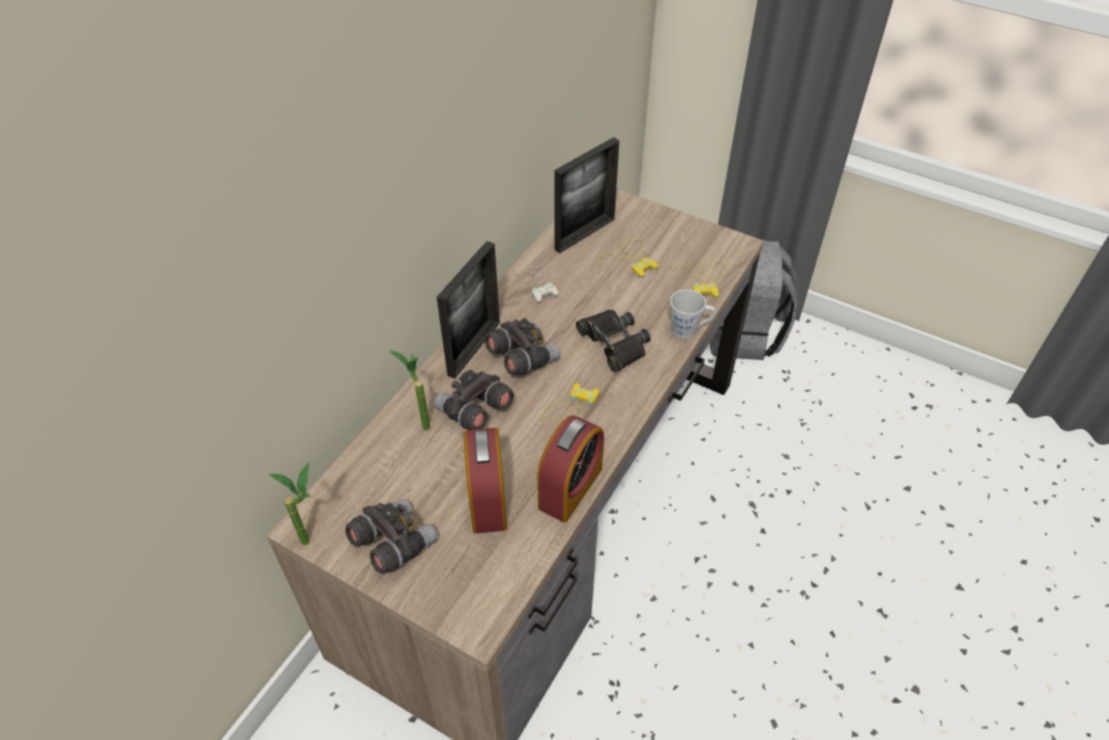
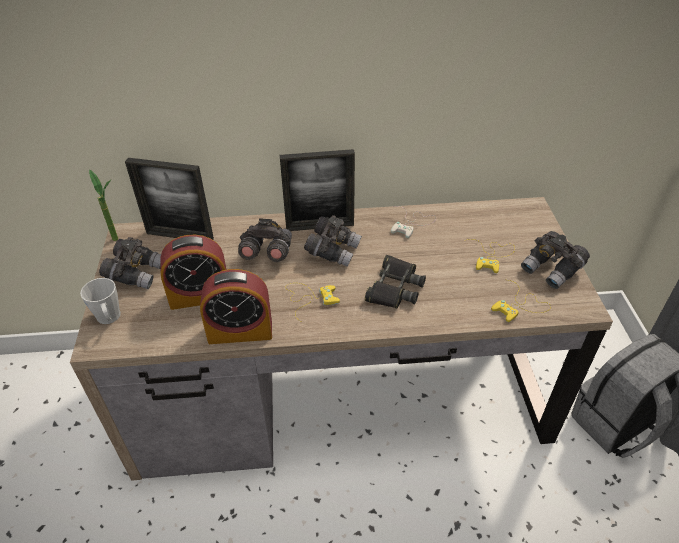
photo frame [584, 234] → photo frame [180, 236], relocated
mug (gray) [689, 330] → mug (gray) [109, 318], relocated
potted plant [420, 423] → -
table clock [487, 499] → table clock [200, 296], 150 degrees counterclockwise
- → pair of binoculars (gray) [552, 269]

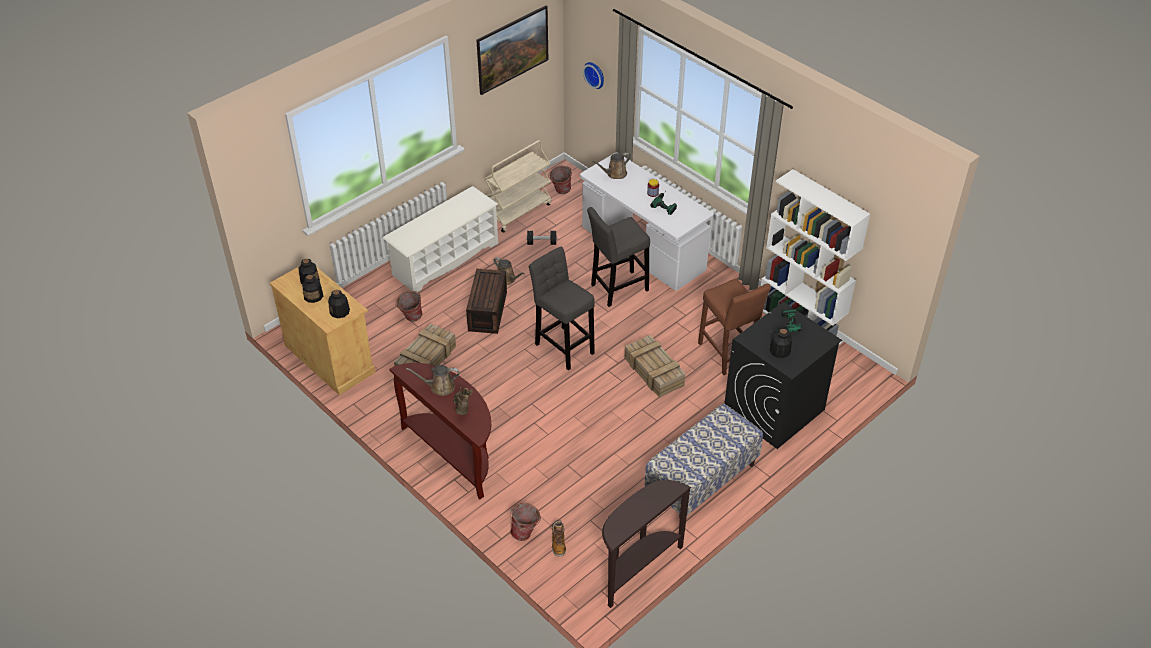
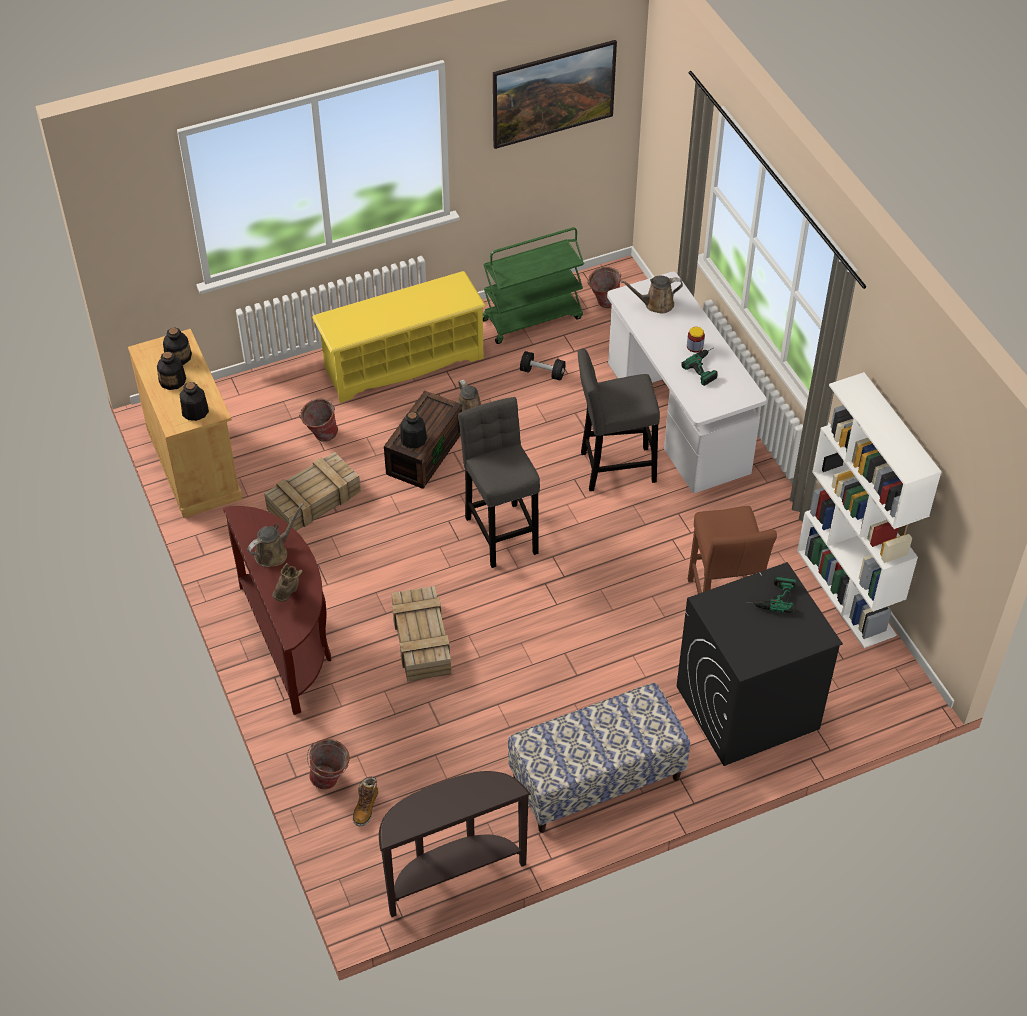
hanging clock [595, 74] → -
wheeled cart (beige) [518, 211] → wheeled cart (green) [532, 318]
shoe stand (white-coloured) [445, 259] → shoe stand (yellow-coloured) [403, 363]
bottle [779, 351] → bottle [413, 439], relocated
shipping crate [654, 372] → shipping crate [422, 642], relocated
sprinkling can (brown) [439, 387] → sprinkling can (brown) [274, 552], 120 degrees clockwise

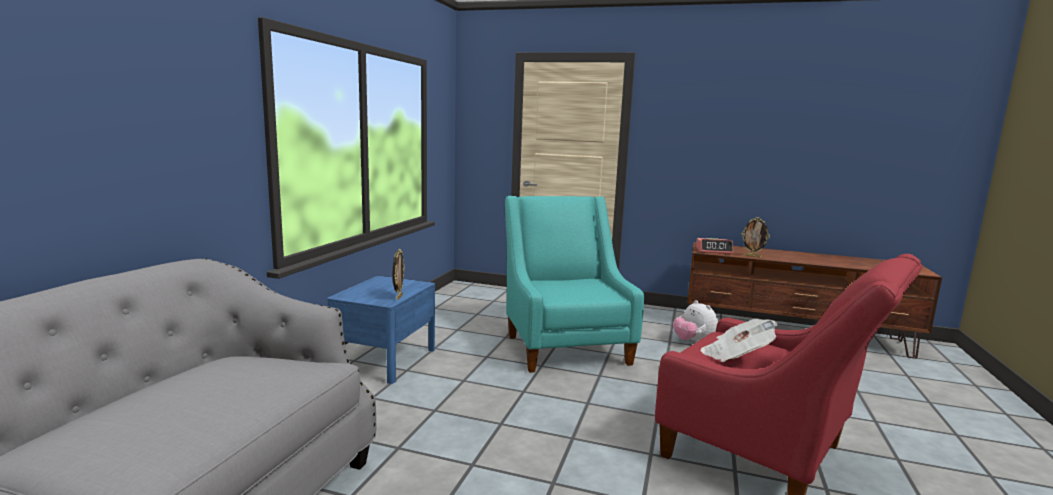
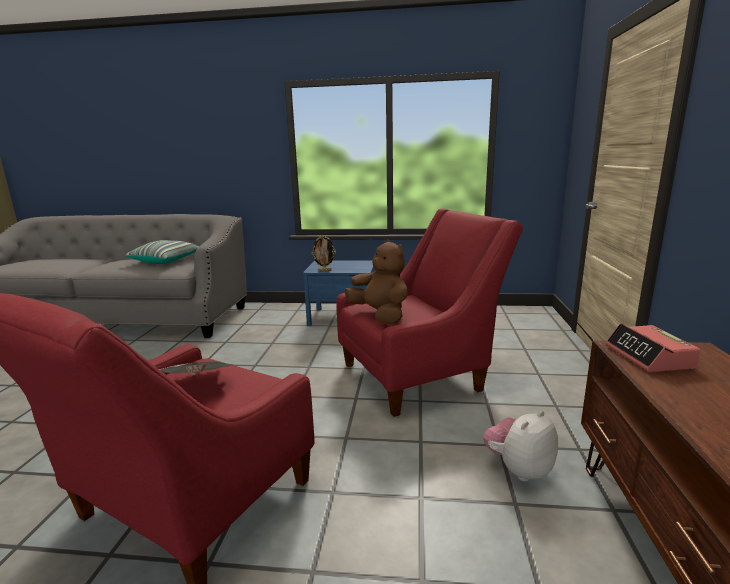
easy chair (turquoise) [564, 346] → easy chair (red) [420, 374]
photo frame [752, 256] → -
- → cuddly toy (brown) [380, 315]
- → cushion [166, 261]

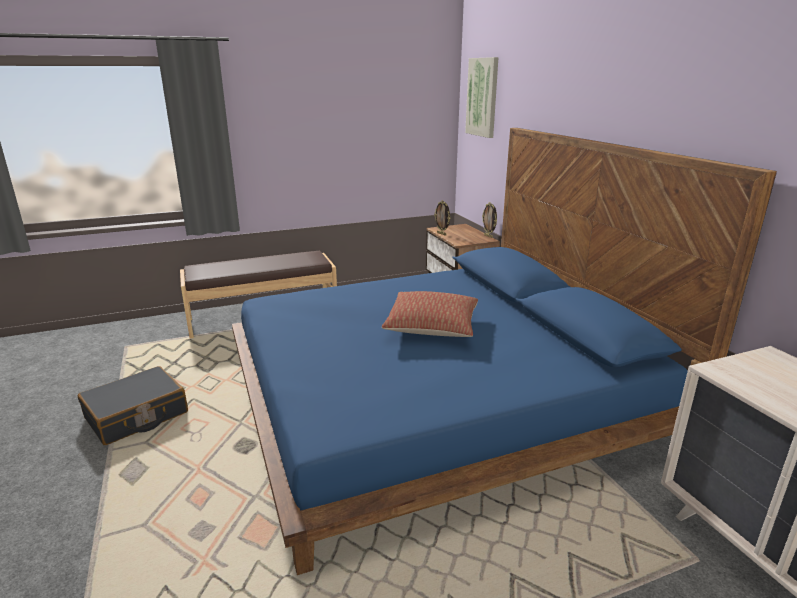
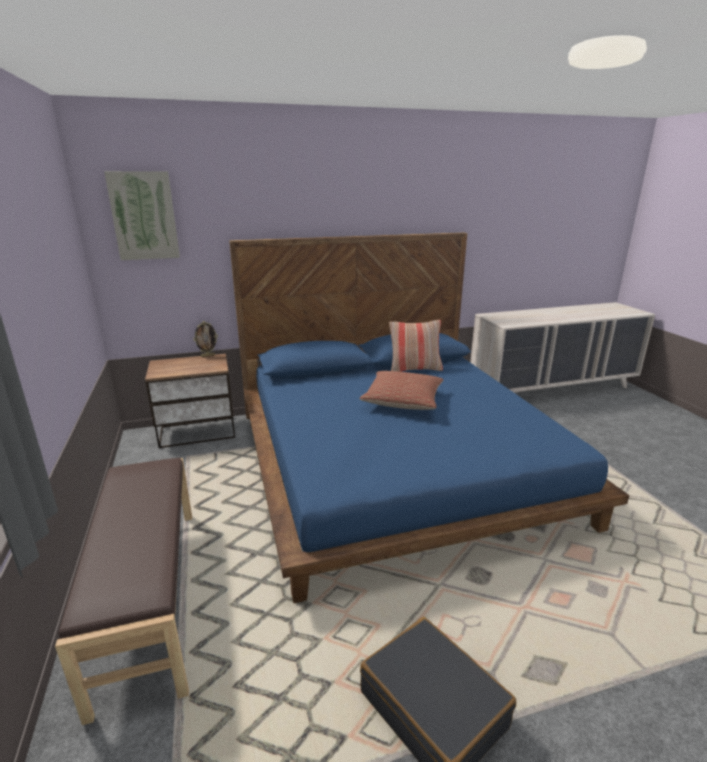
photo frame [442, 234] → -
- → cushion [415, 369]

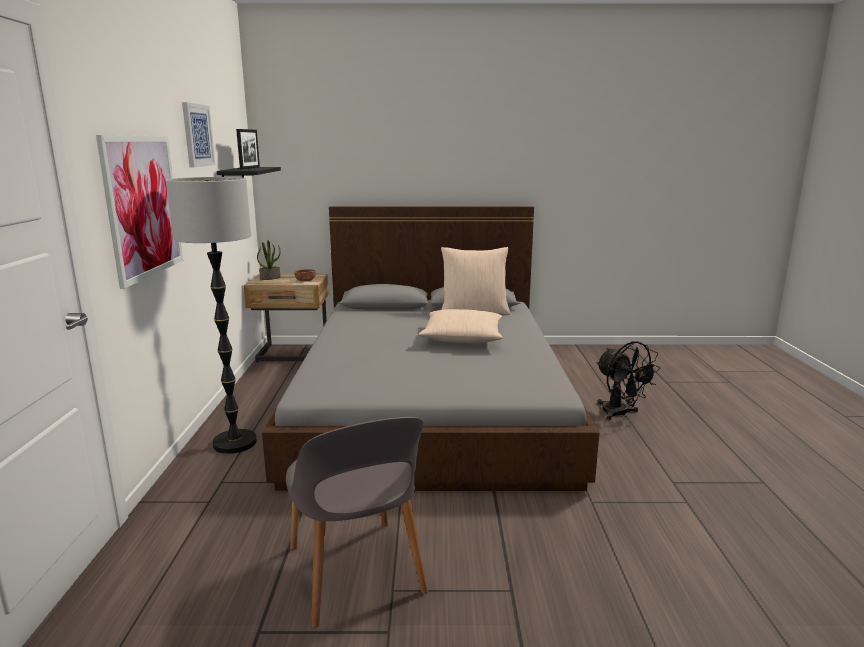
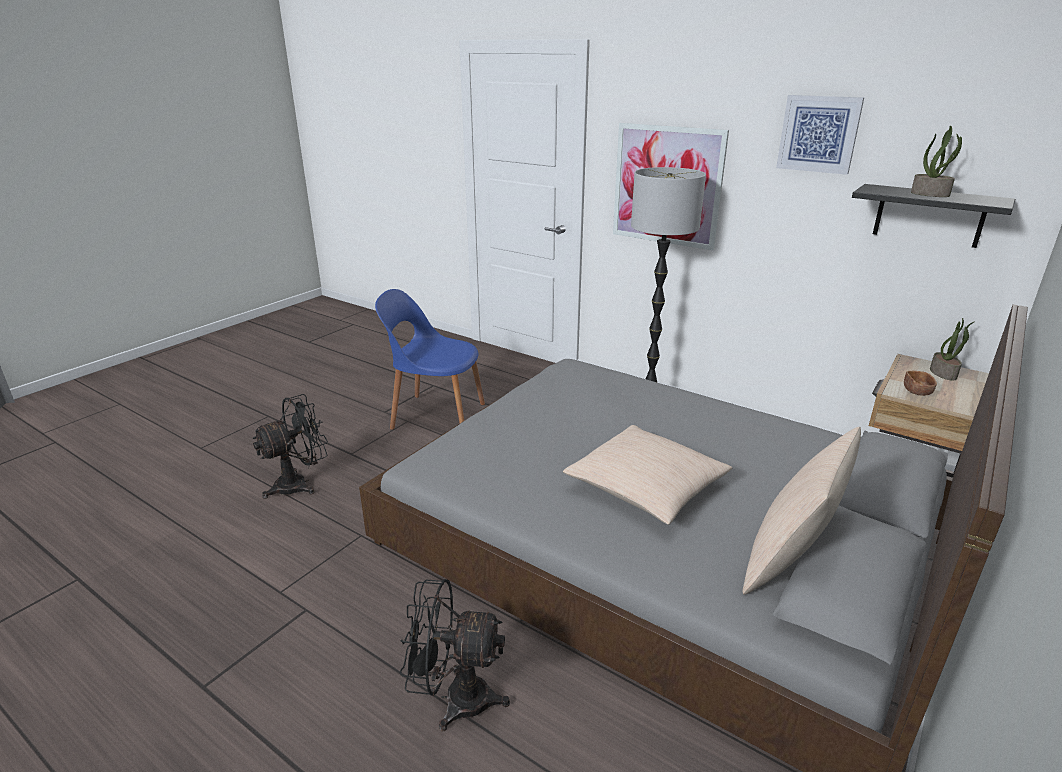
photo frame [250, 168] → potted plant [930, 194]
upright chair (gray) [356, 572] → upright chair (blue) [435, 415]
- → electric fan (blackish) [299, 484]

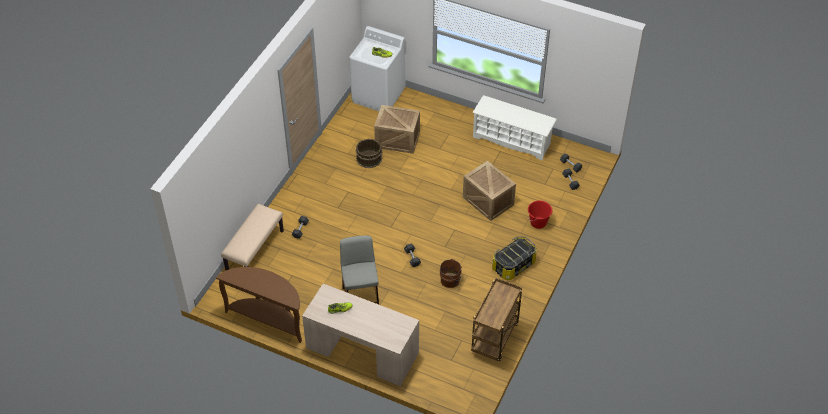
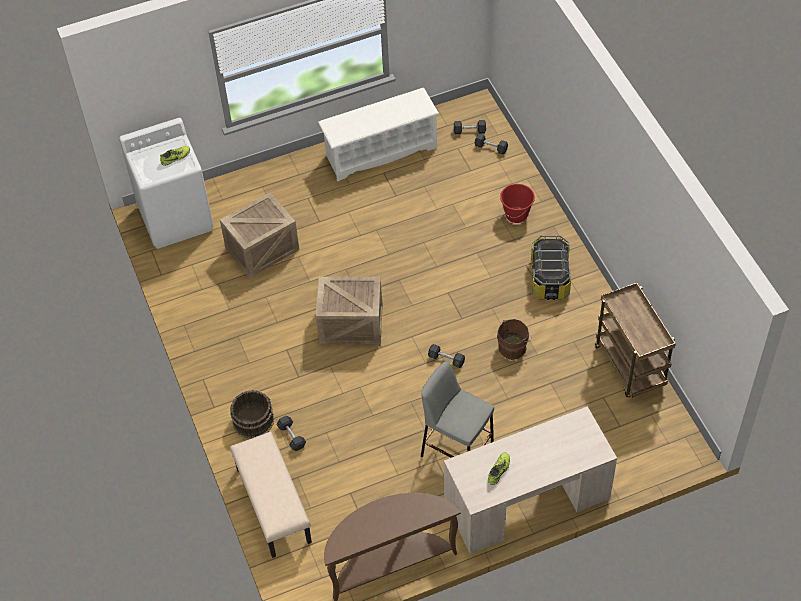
water bucket (brown) [369, 158] → water bucket (brown) [253, 420], relocated
shipping crate [489, 201] → shipping crate [352, 323], relocated

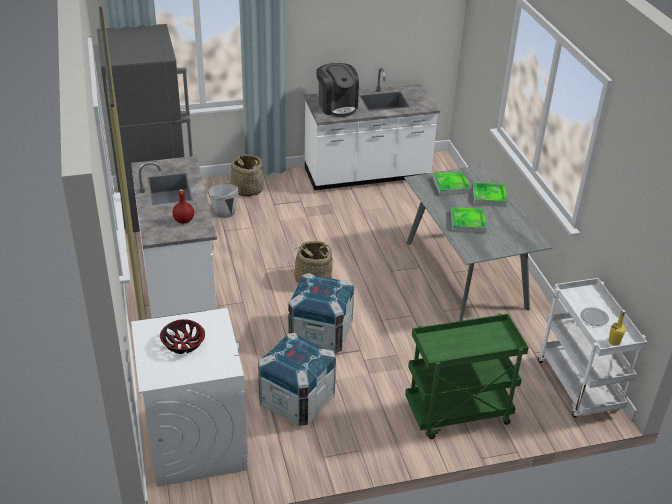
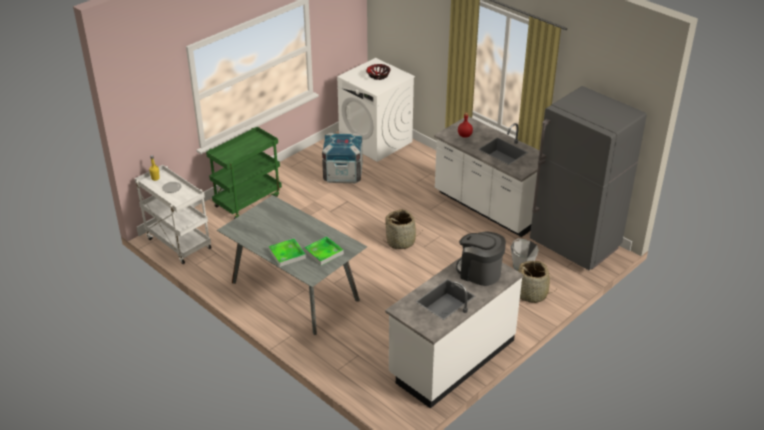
tray [468, 222] → -
shipping crate [320, 335] → -

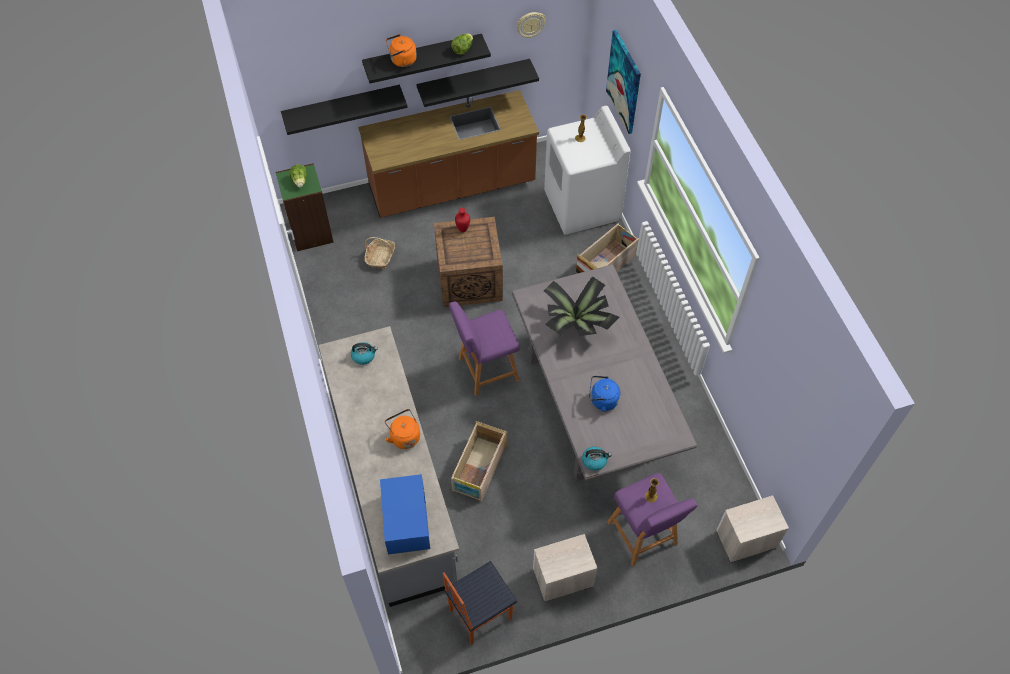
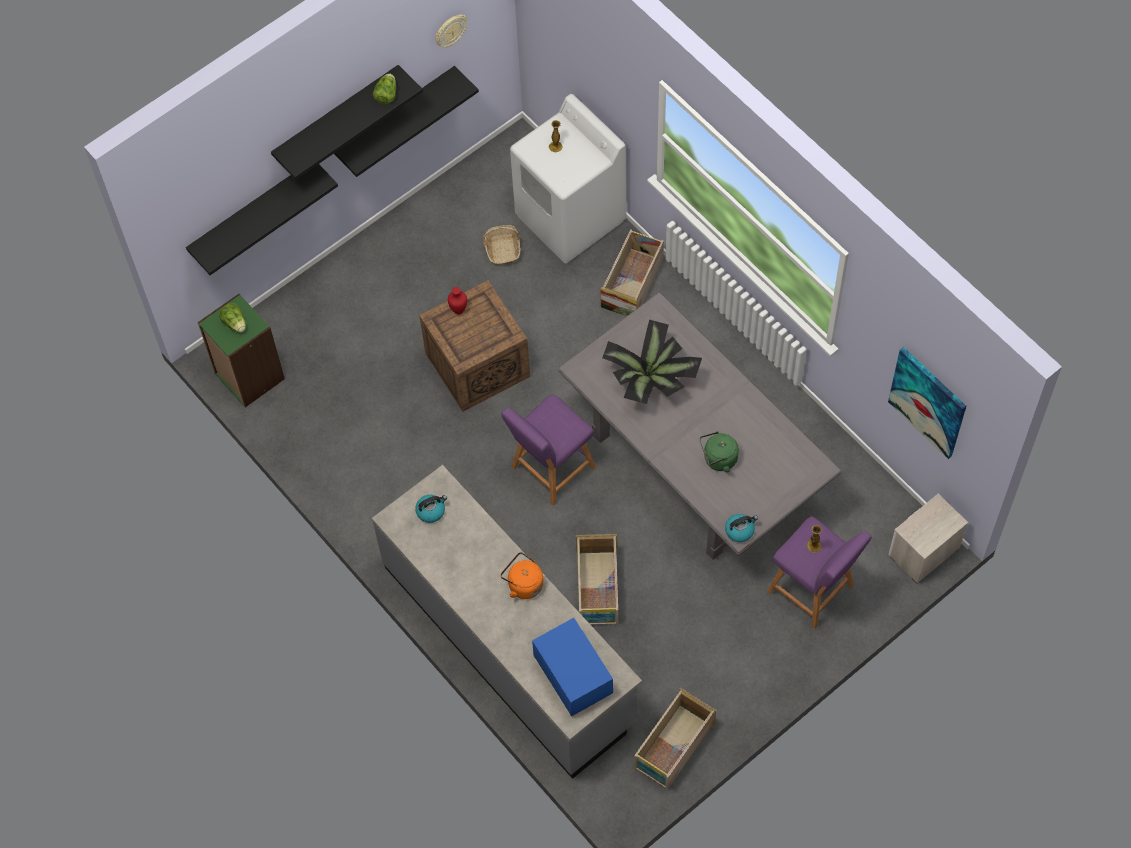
picture [624, 82] → picture [928, 402], relocated
tea kettle (orangey) [402, 61] → -
kitchen counter (brown) [452, 186] → -
storage basket [380, 257] → storage basket [503, 249], relocated
tea kettle (blue) [602, 400] → tea kettle (green) [718, 459]
bedside table [561, 578] → -
upright chair [479, 614] → shipping crate [673, 746]

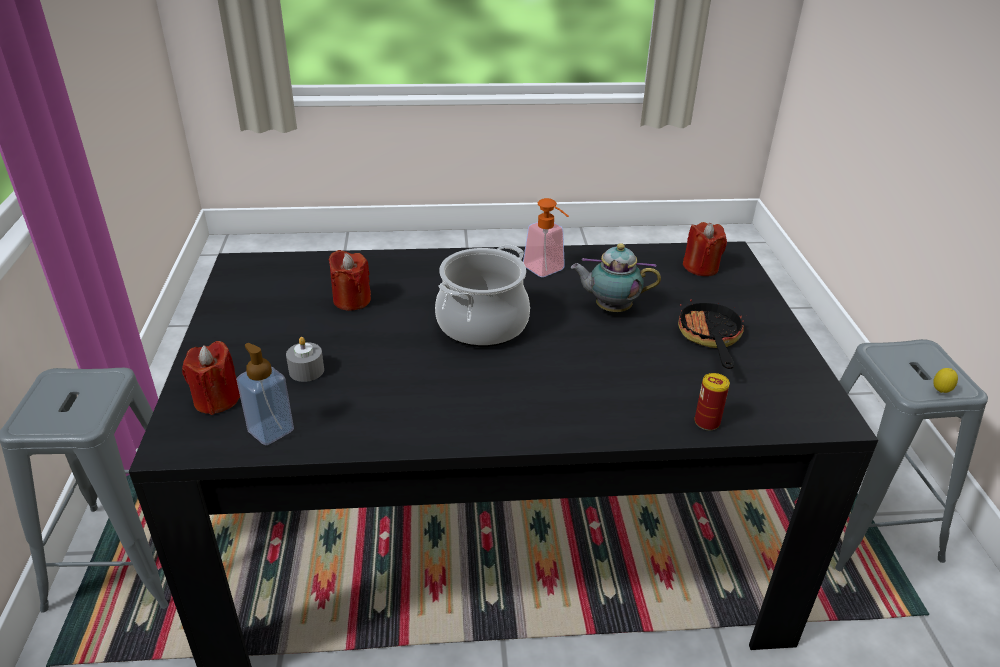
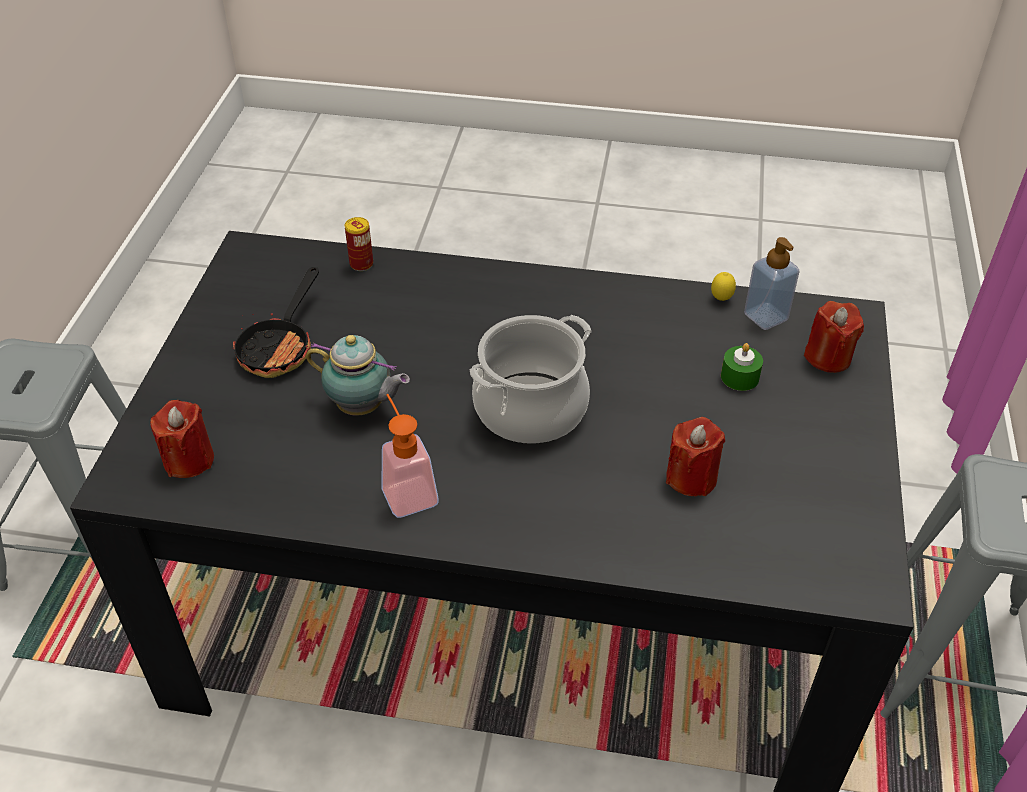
candle (gray) [306, 370] → candle (green) [739, 377]
citrus fruit [940, 392] → citrus fruit [721, 299], relocated

